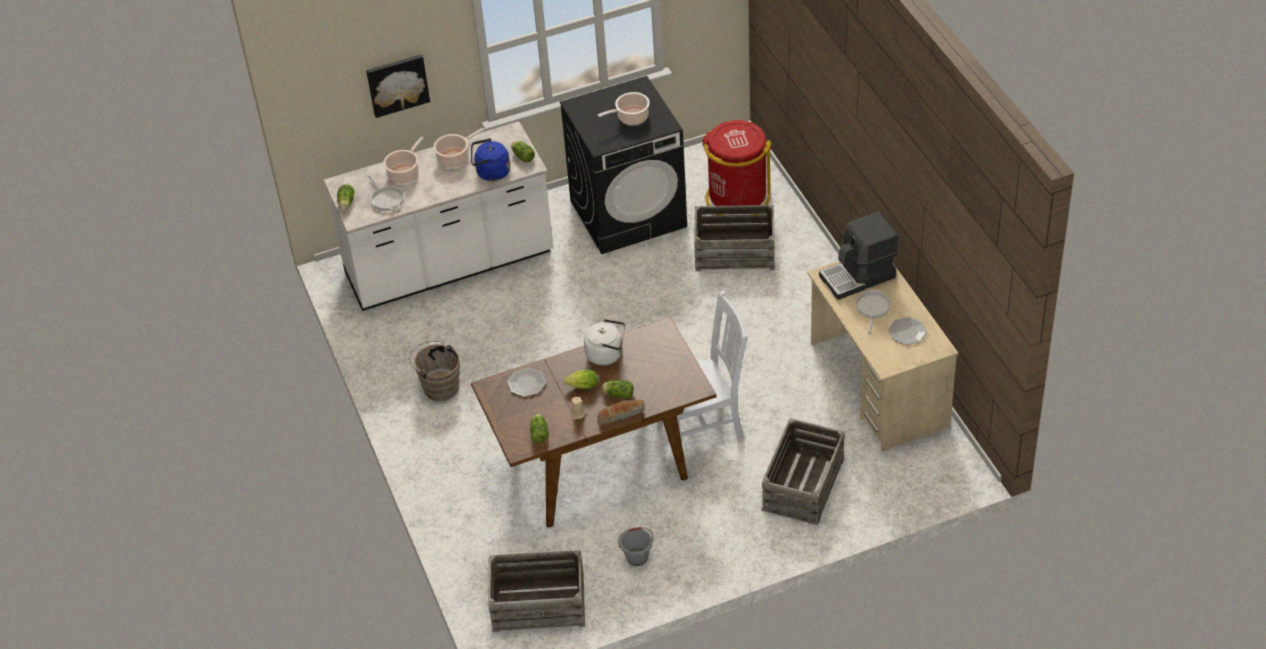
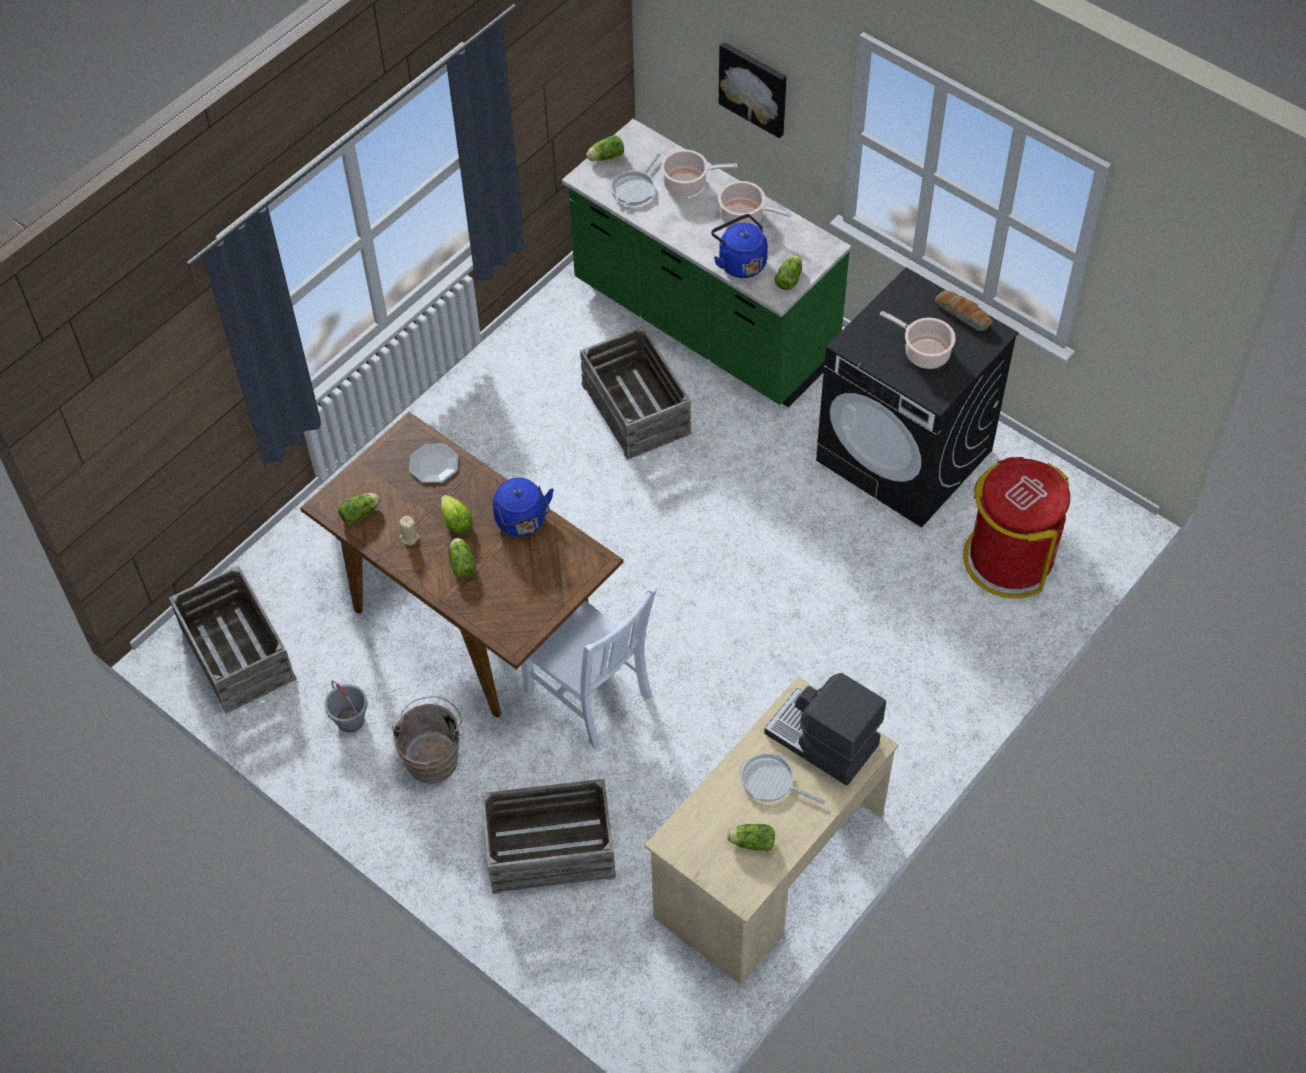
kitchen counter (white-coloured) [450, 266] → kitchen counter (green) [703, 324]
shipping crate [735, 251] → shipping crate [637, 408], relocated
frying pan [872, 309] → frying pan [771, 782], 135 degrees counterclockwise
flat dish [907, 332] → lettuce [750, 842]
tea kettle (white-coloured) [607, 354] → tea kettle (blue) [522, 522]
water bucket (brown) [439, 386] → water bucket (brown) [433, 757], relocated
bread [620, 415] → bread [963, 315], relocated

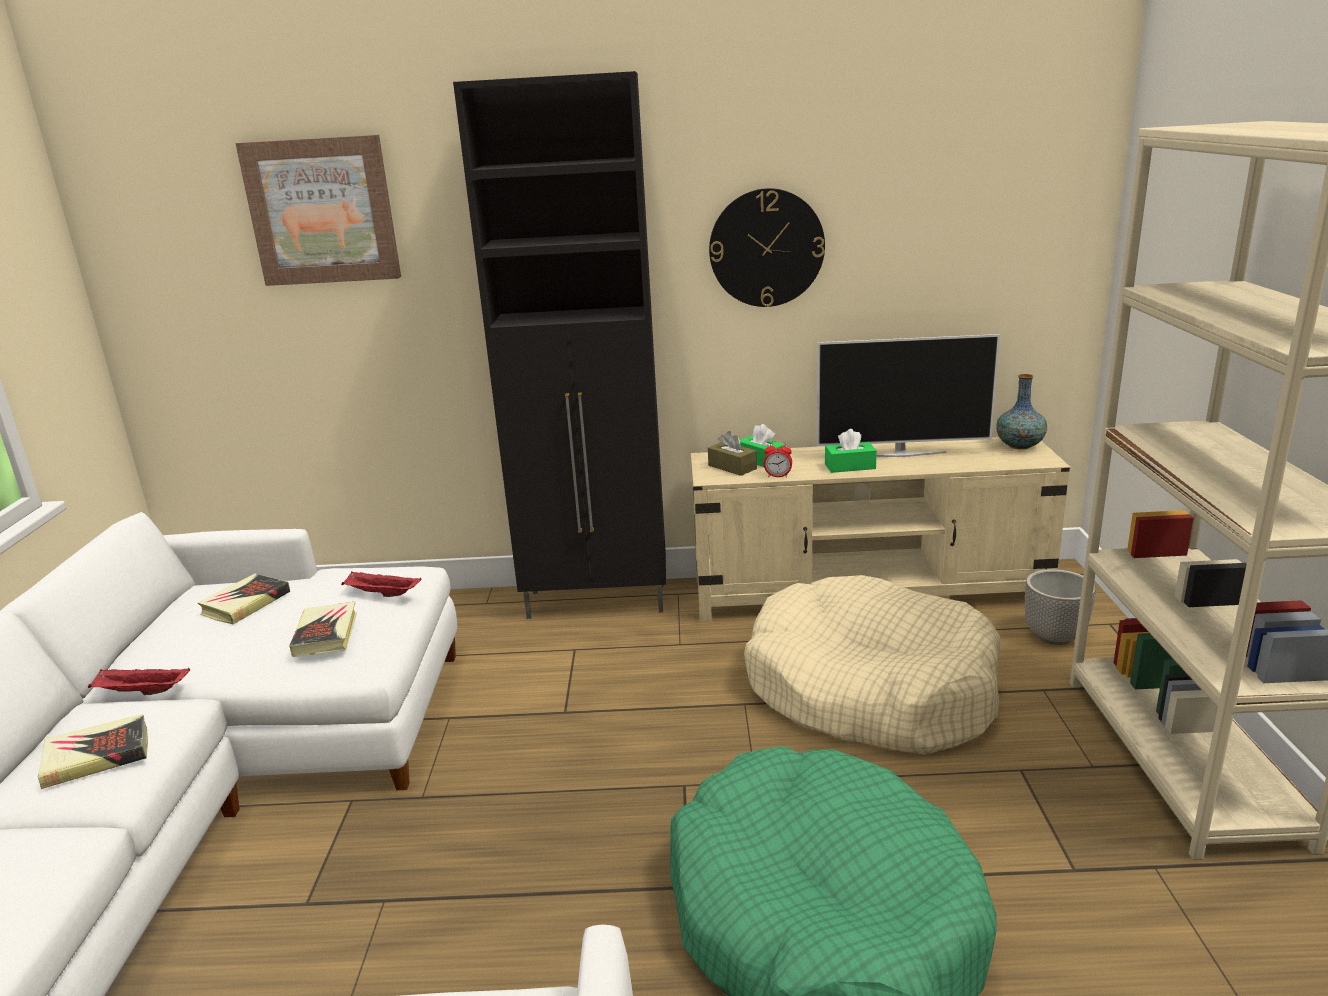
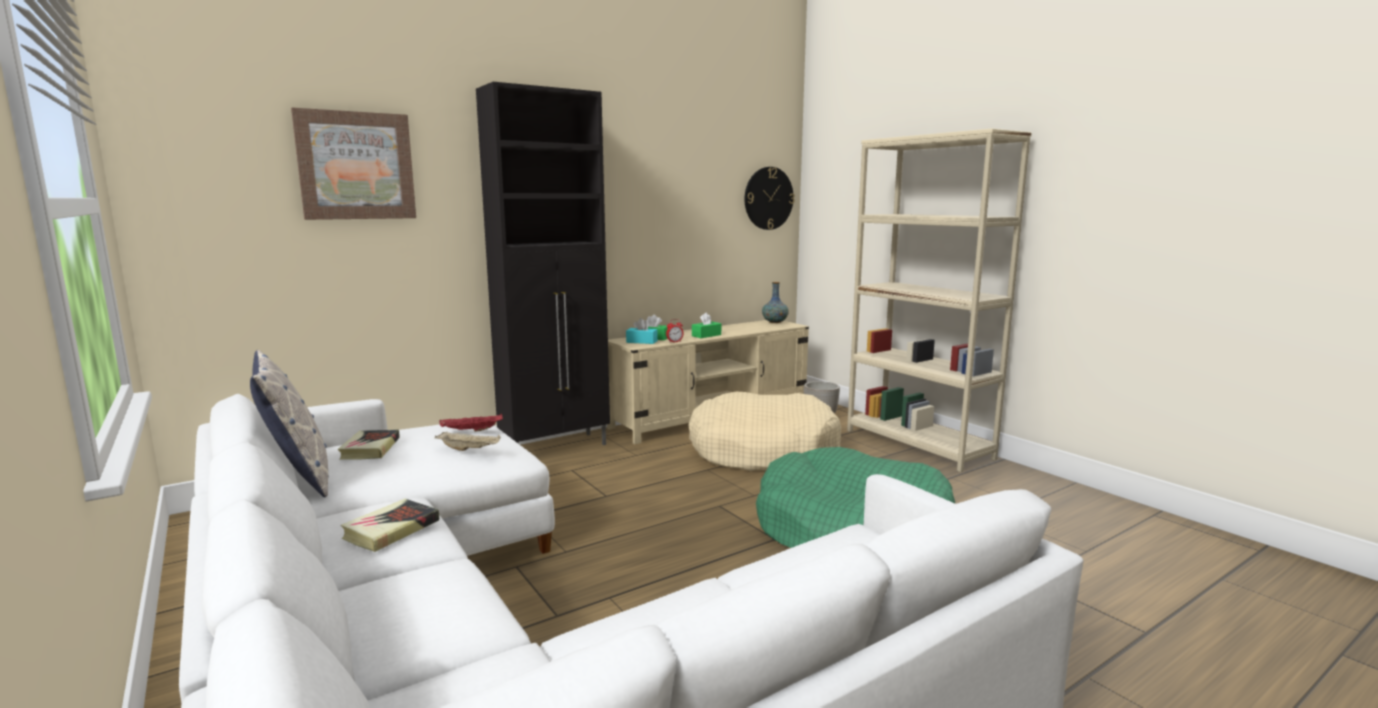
hanging clock [766, 248] → hanging clock [768, 198], relocated
television [901, 454] → -
tissue box (brown) [732, 467] → tissue box (turquoise) [642, 341]
volume [326, 634] → tray (beige) [470, 449]
tray (red) [141, 692] → -
- → cushion [298, 478]

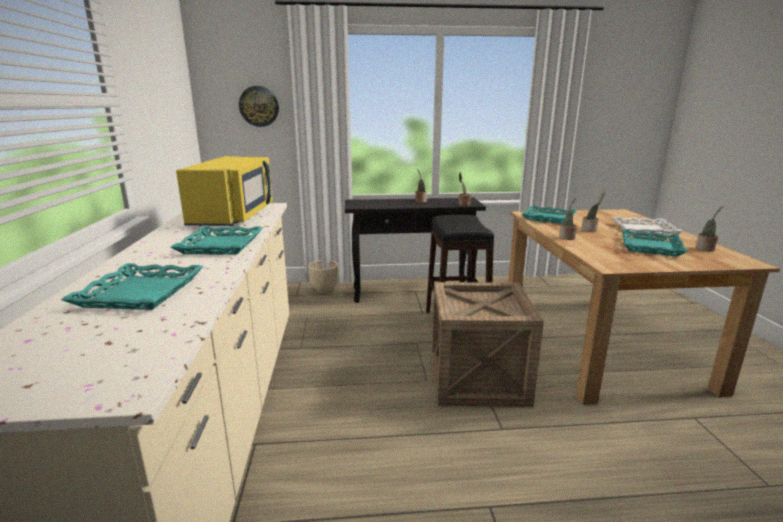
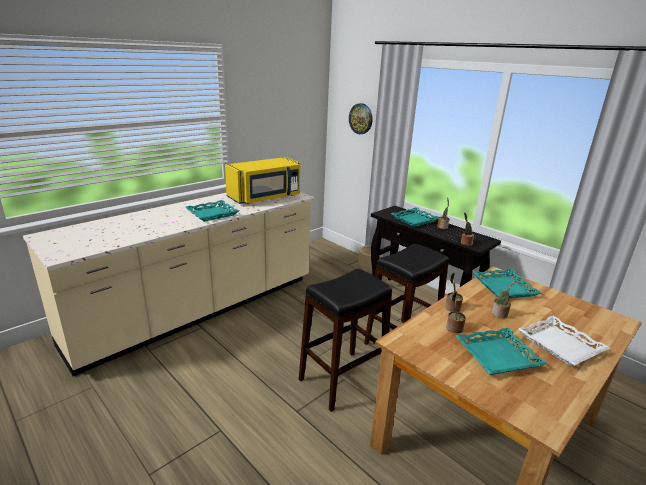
potted plant [705, 249] → potted plant [453, 328], relocated
tray (turquoise) [141, 293] → tray (turquoise) [414, 220], relocated
shipping crate [477, 378] → stool (blackish) [342, 379]

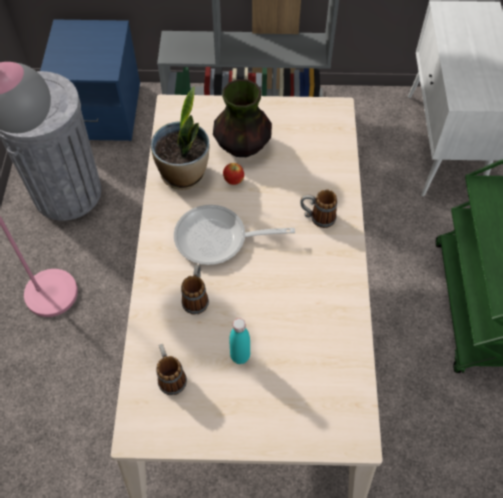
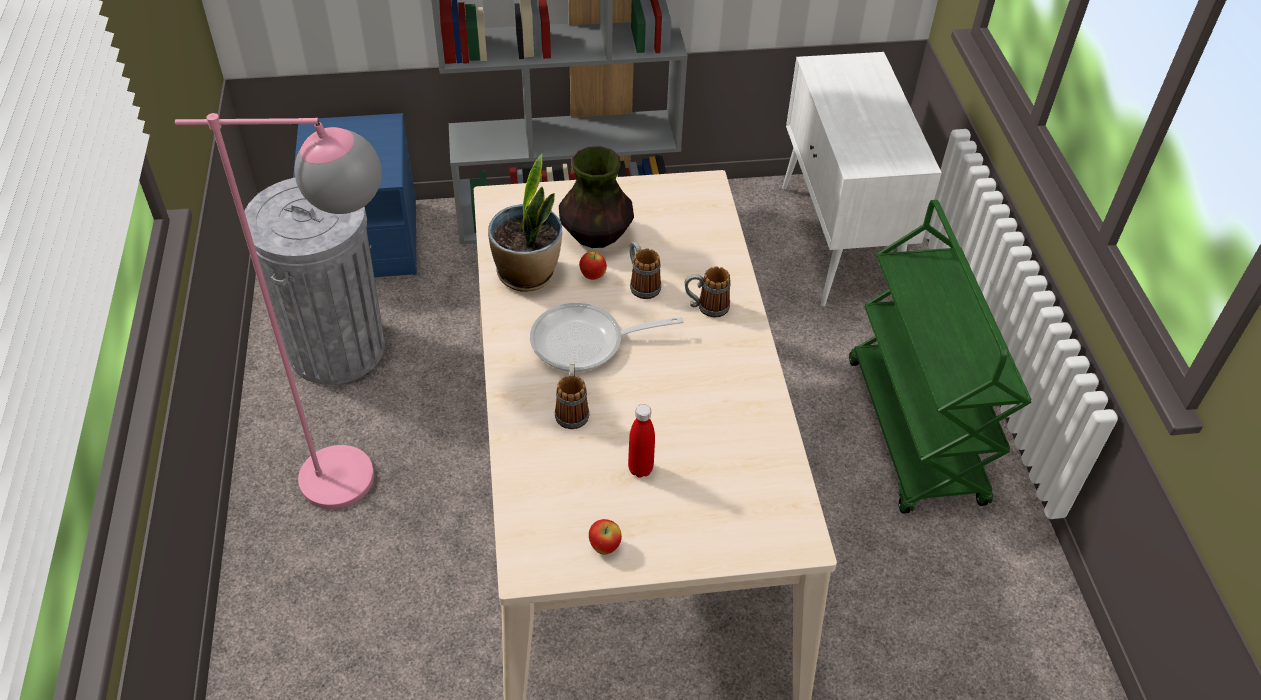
bottle (turquoise) [240, 356] → bottle (red) [640, 469]
mug [170, 376] → mug [641, 284], relocated
- → whole apple [604, 546]

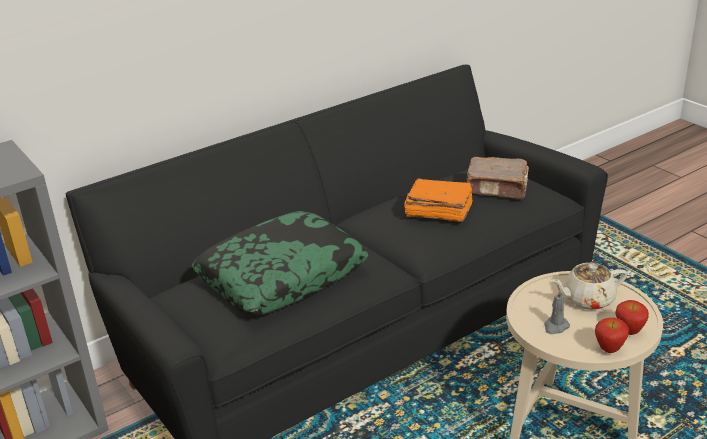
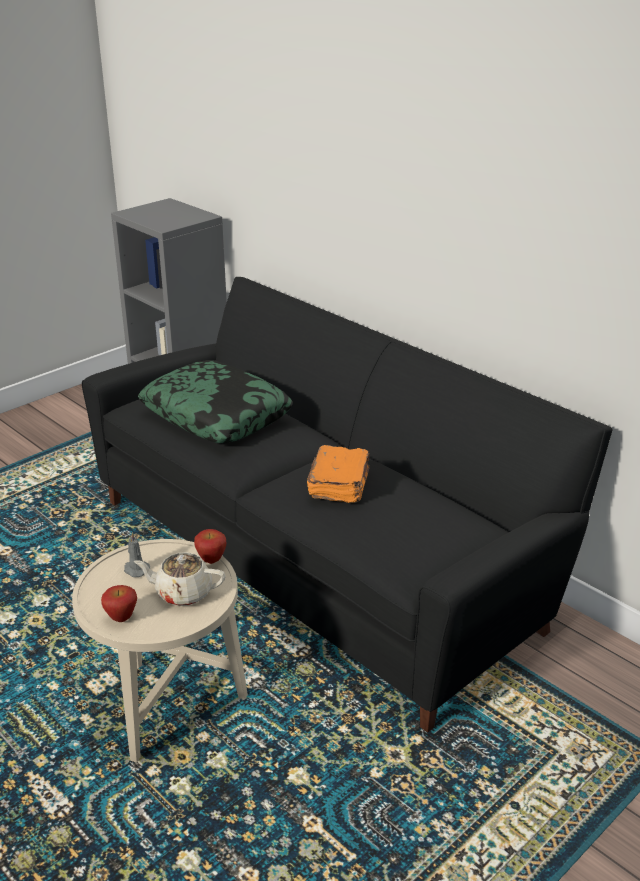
volume (brown) [498, 188] → -
teapot (beige) [587, 299] → teapot (beige) [182, 592], 60 degrees counterclockwise
whole apple [609, 349] → whole apple [211, 560], relocated

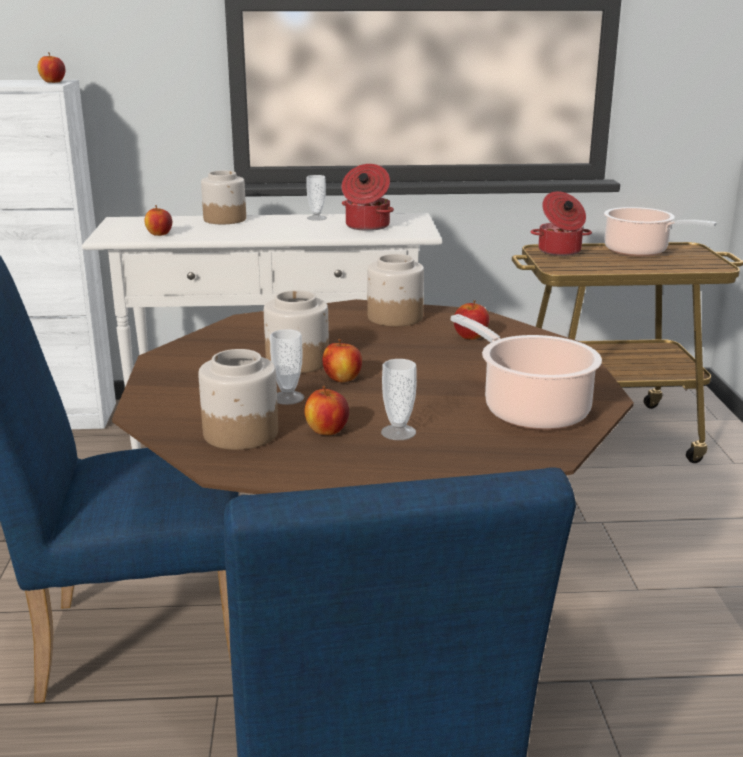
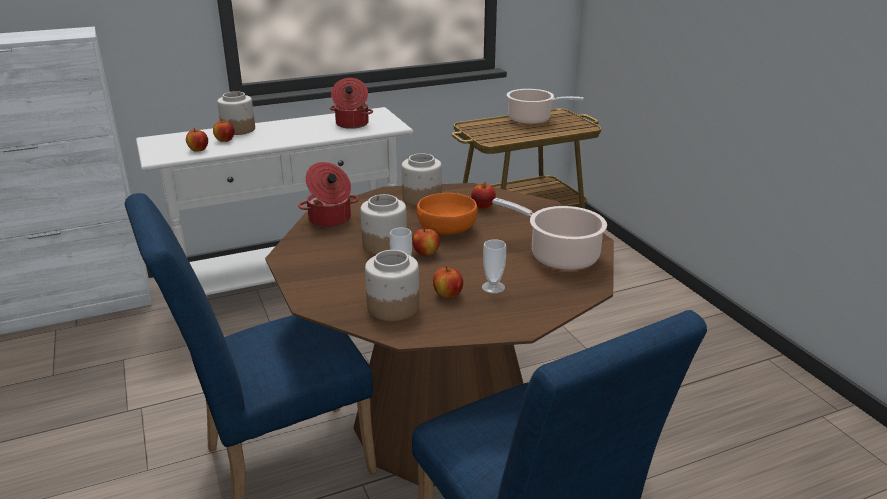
whole apple [53, 82] → whole apple [225, 140], relocated
small cup [316, 218] → -
saucepot [559, 251] → saucepot [330, 220], relocated
- → bowl (orangey) [447, 229]

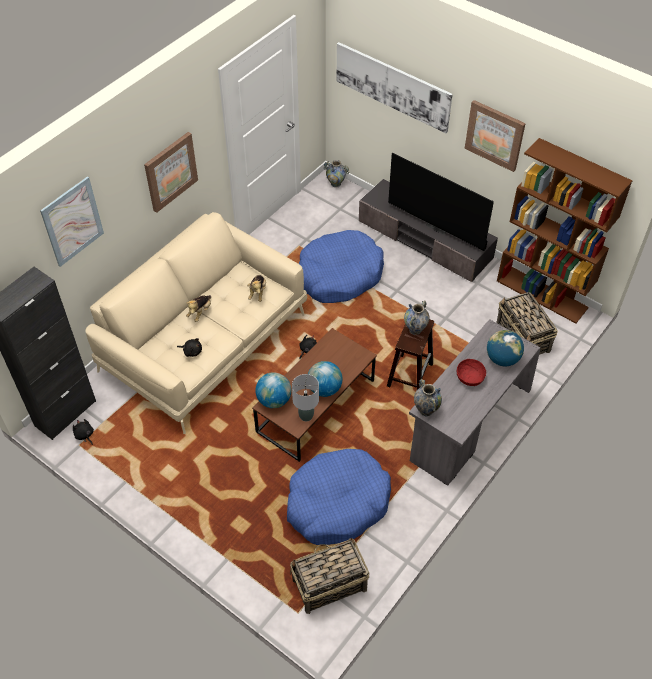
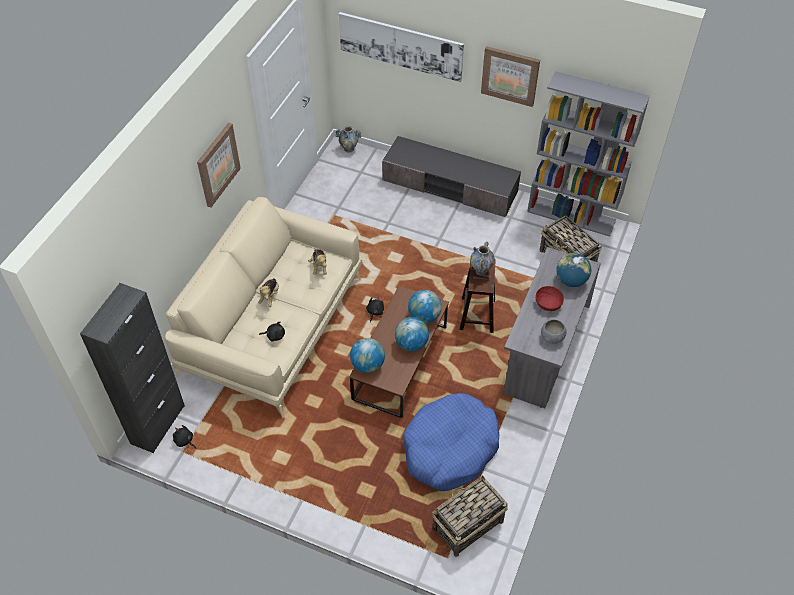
shelving unit (brown) [542, 294] → shelving unit (gray) [572, 215]
television [438, 226] → -
picture [72, 221] → -
dog cushion (blue) [339, 275] → -
table lamp (gray) [306, 416] → -
vase [426, 410] → -
- → world globe [424, 316]
- → bowl (gray) [551, 337]

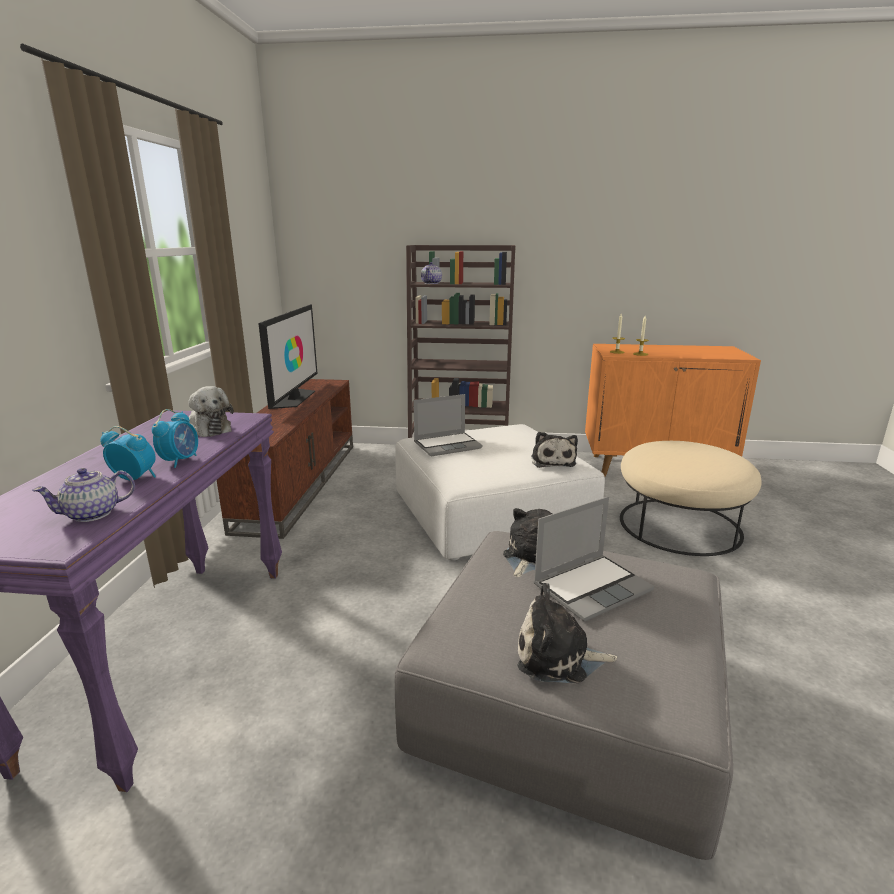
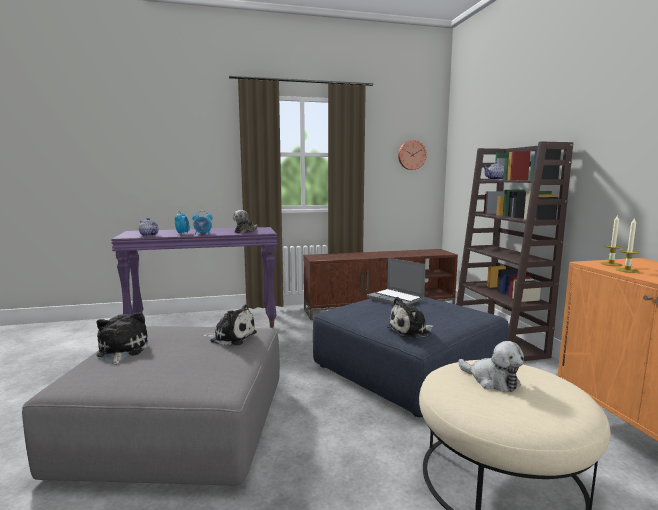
television [294, 398] → -
pouffe (white-coloured) [491, 511] → pouffe (blue) [408, 368]
notebook computer [592, 587] → -
- → hanging clock [411, 155]
- → cuddly toy [492, 380]

